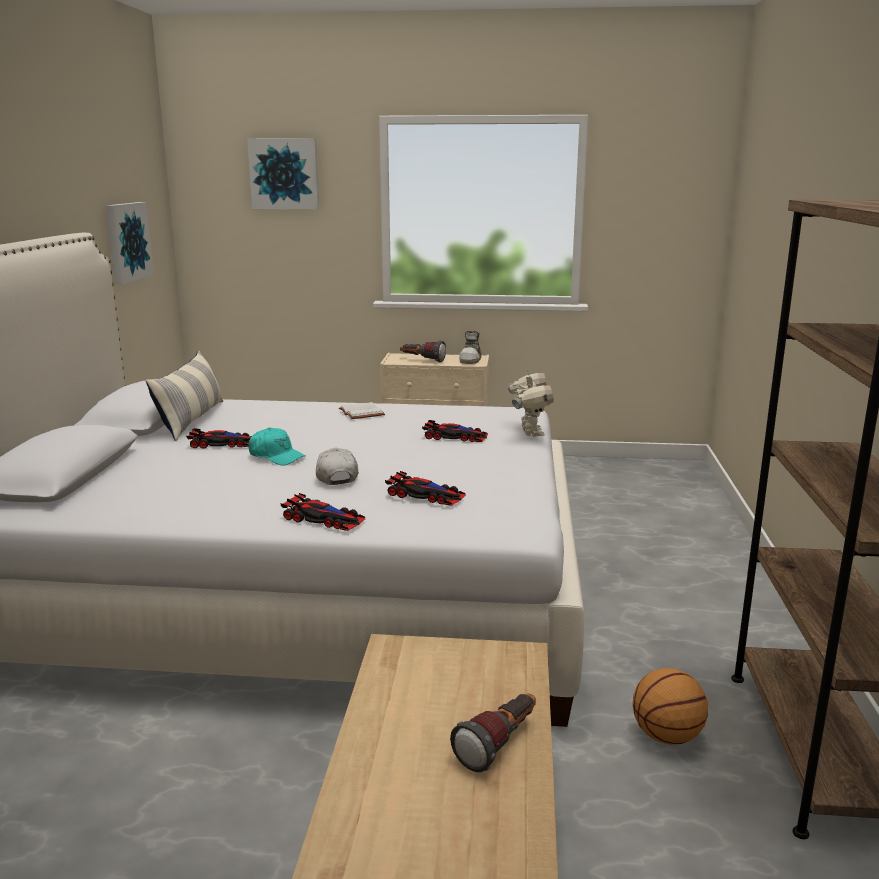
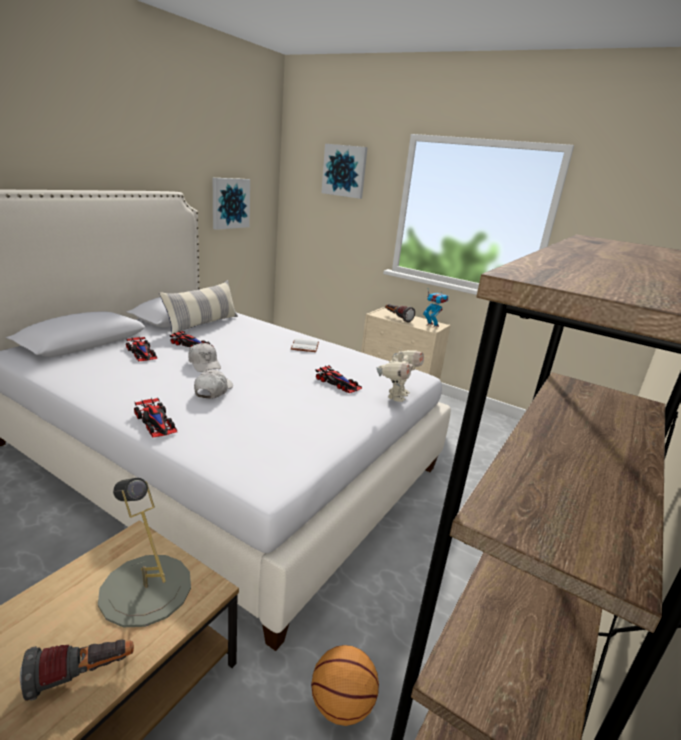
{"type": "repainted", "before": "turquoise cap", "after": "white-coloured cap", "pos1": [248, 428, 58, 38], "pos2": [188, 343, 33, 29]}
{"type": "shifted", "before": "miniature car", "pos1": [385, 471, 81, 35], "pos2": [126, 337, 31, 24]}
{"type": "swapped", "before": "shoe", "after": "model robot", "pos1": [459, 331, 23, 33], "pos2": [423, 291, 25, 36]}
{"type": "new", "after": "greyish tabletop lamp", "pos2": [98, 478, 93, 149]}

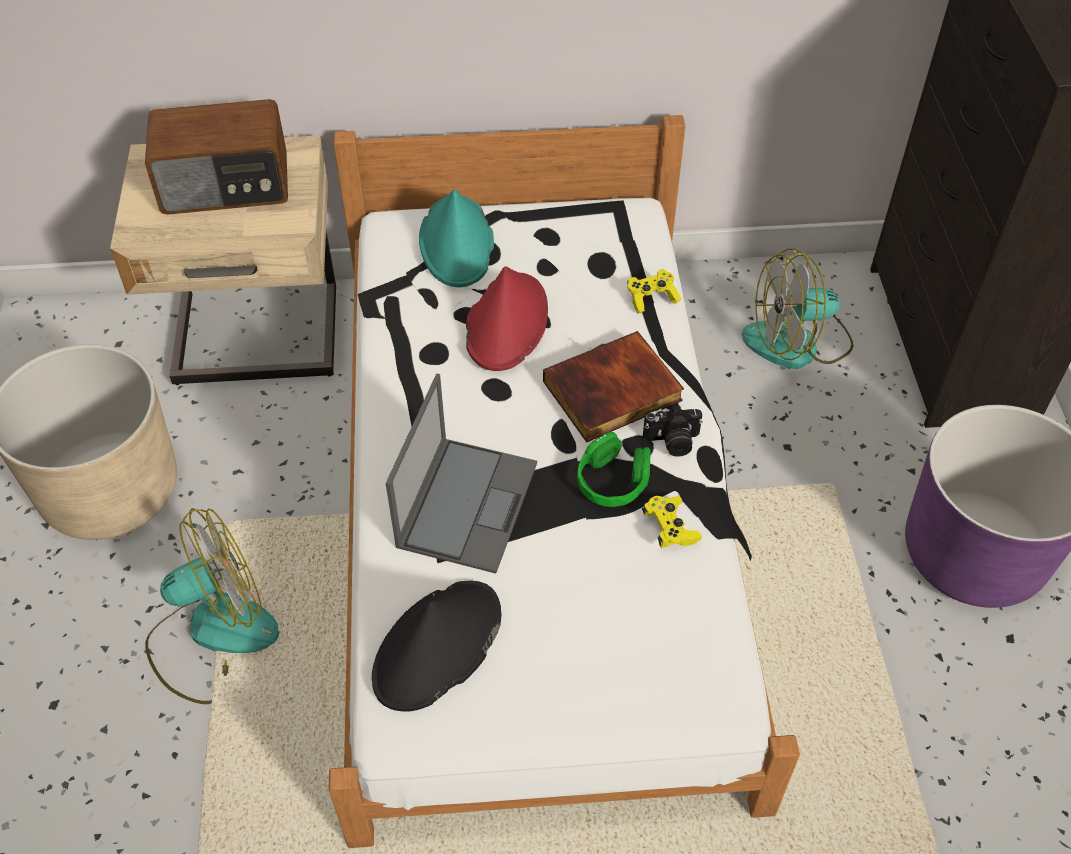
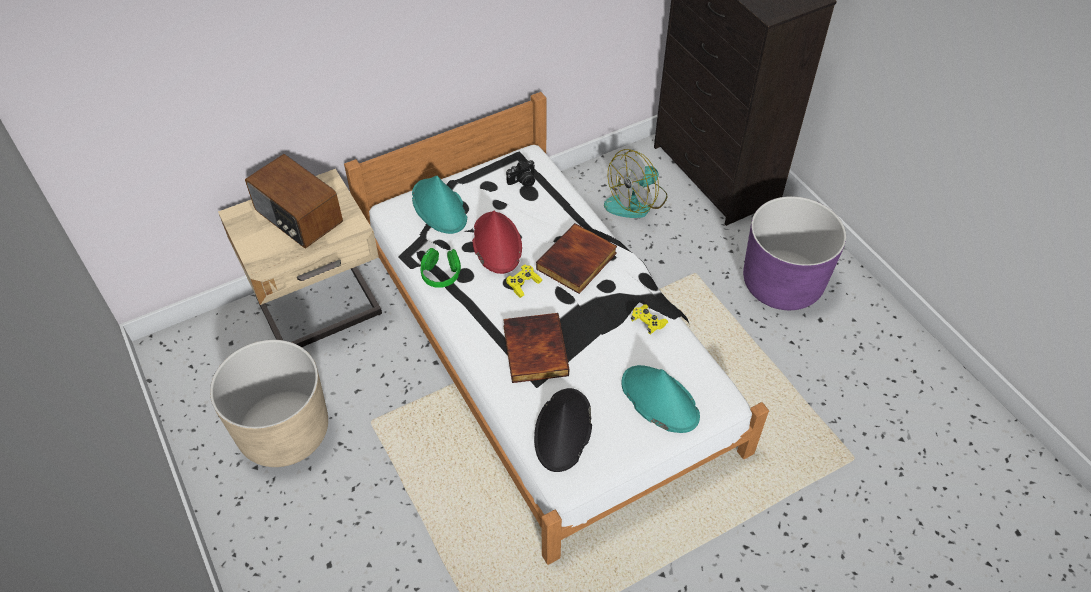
{"type": "rotated", "before": "radio set", "pos1": [145, 99, 143, 116], "pos2": [245, 154, 98, 95], "turn": 75}
{"type": "gone", "before": "fan", "pos1": [145, 508, 134, 196]}
{"type": "swapped", "before": "portable computer", "after": "volume", "pos1": [386, 373, 151, 201], "pos2": [503, 313, 66, 70]}
{"type": "shifted", "before": "green-coloured headset", "pos1": [577, 432, 74, 75], "pos2": [420, 248, 41, 40]}
{"type": "shifted", "before": "yellow-coloured gamepad", "pos1": [627, 269, 54, 45], "pos2": [506, 265, 36, 33]}
{"type": "shifted", "before": "still camera", "pos1": [643, 406, 60, 51], "pos2": [506, 160, 29, 28]}
{"type": "new", "after": "turquoise wearable hat", "pos2": [621, 365, 79, 68]}

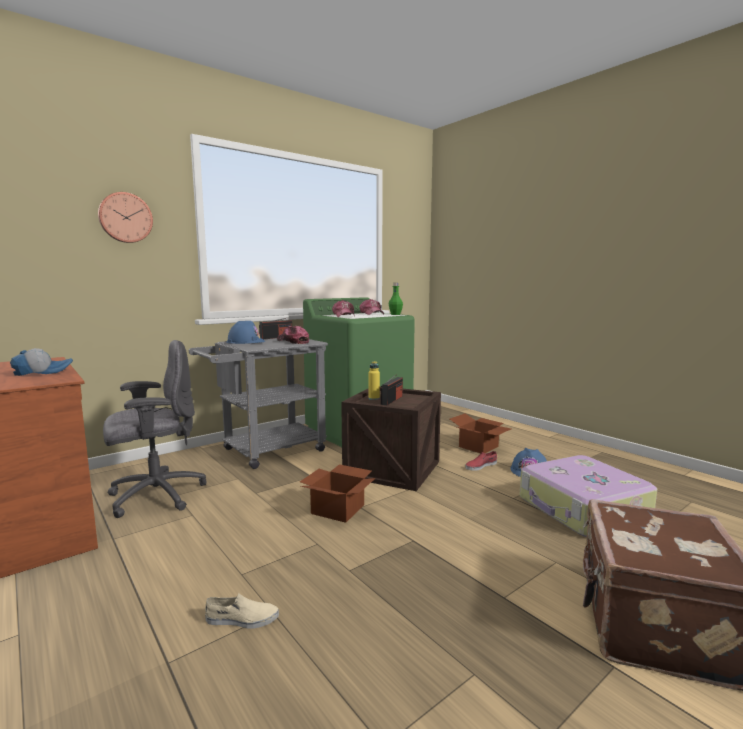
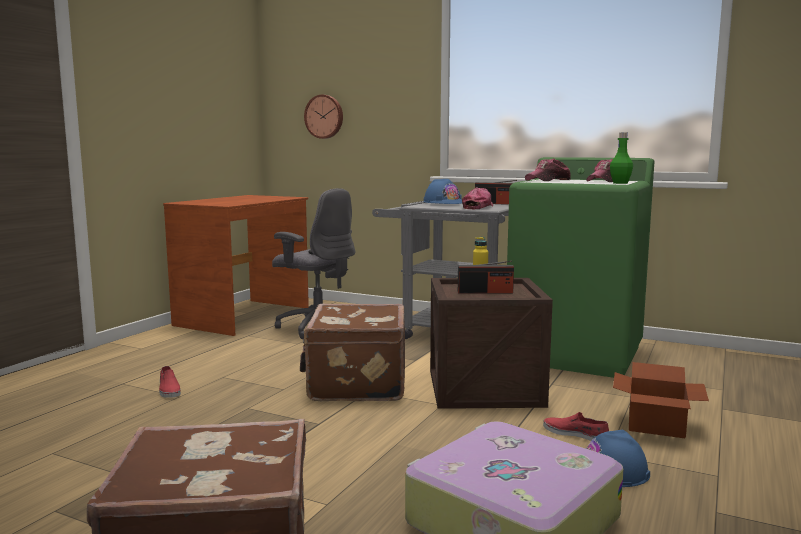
{"type": "gone", "before": "cap", "pos1": [10, 348, 63, 28]}
{"type": "shifted", "before": "clock on the wall", "pos1": [98, 192, 55, 51], "pos2": [304, 95, 39, 44]}
{"type": "repainted", "before": "sand-coloured shoe", "after": "red shoe", "pos1": [205, 593, 74, 36], "pos2": [159, 366, 22, 32]}
{"type": "swapped", "before": "carton", "after": "brown travel case", "pos1": [300, 464, 75, 59], "pos2": [300, 304, 105, 97]}

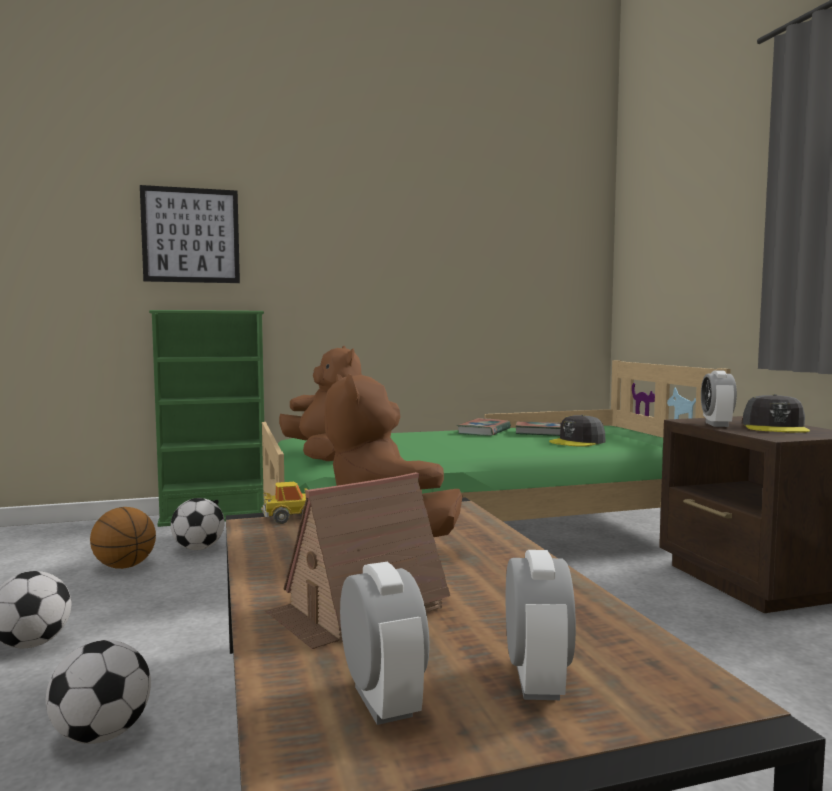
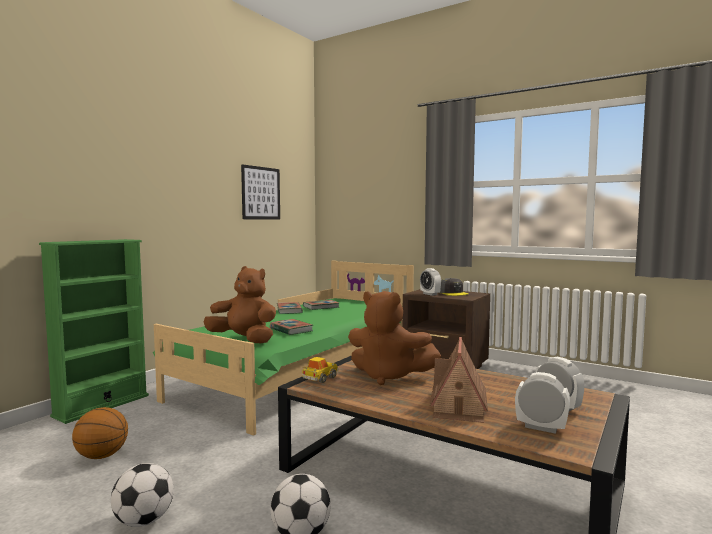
{"type": "shifted", "before": "wall picture", "pos1": [140, 185, 100, 98], "pos2": [241, 164, 39, 55]}
{"type": "gone", "before": "ball for football", "pos1": [171, 498, 53, 52]}
{"type": "gone", "before": "greyish cap", "pos1": [549, 415, 57, 32]}
{"type": "new", "after": "volume", "pos2": [270, 319, 43, 16]}

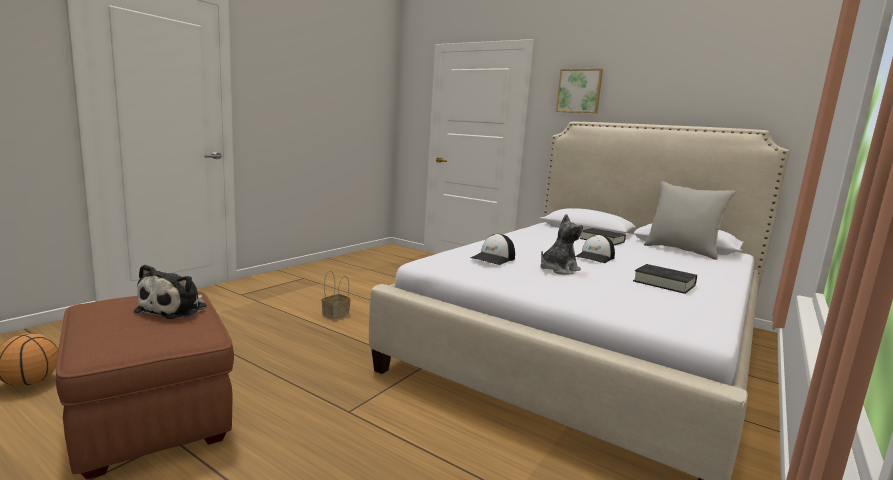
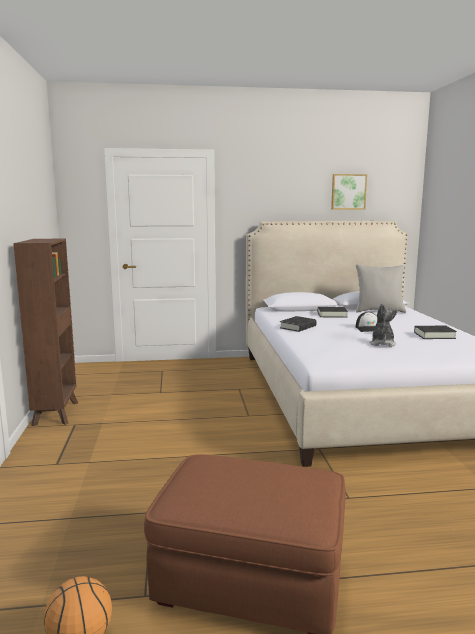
{"type": "gone", "before": "cuddly toy", "pos1": [133, 264, 74, 55]}
{"type": "gone", "before": "storage basket", "pos1": [322, 271, 29, 49]}
{"type": "gone", "before": "cap", "pos1": [471, 234, 44, 31]}
{"type": "shifted", "before": "wall picture", "pos1": [556, 69, 47, 44], "pos2": [331, 174, 36, 35]}
{"type": "new", "after": "brown bookcase", "pos2": [13, 239, 65, 187]}
{"type": "new", "after": "blackish volume", "pos2": [280, 316, 36, 16]}

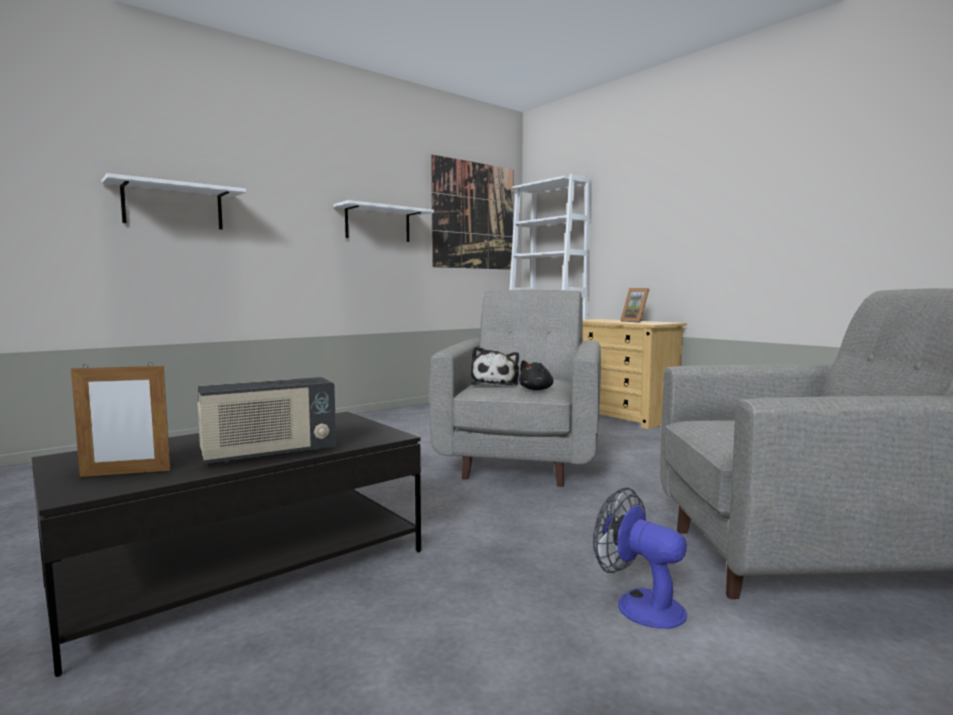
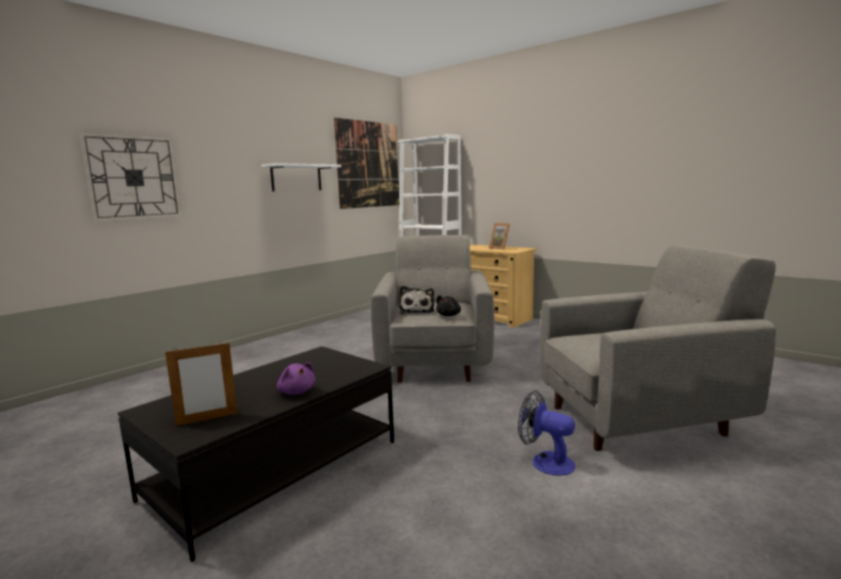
{"type": "swapped", "before": "white-coloured wall shelf", "after": "clock on the wall", "pos1": [101, 173, 145, 56], "pos2": [79, 133, 103, 89]}
{"type": "swapped", "before": "radio set", "after": "purple-coloured cuddly toy", "pos1": [197, 377, 139, 87], "pos2": [277, 362, 39, 33]}

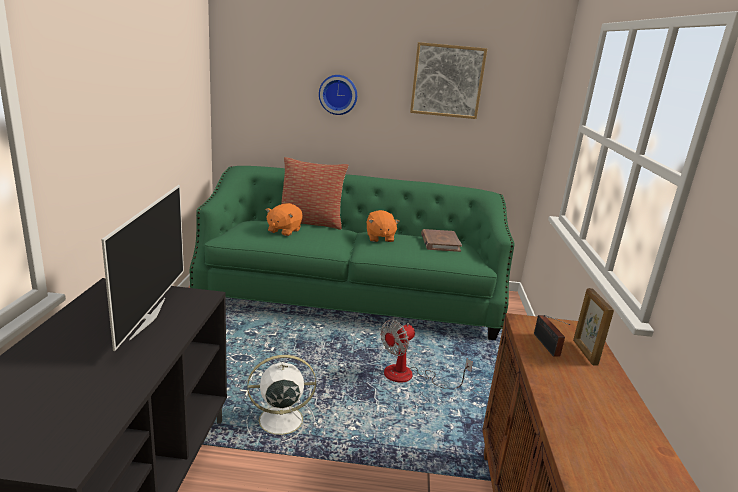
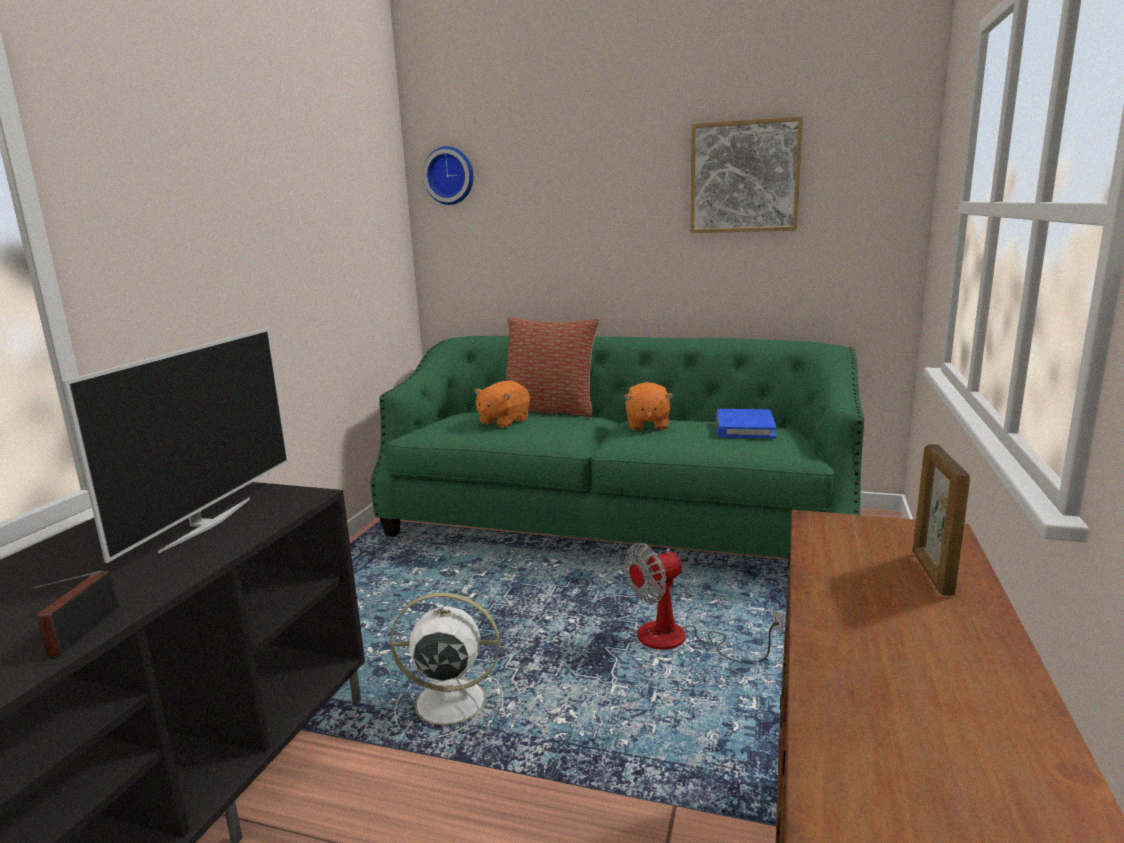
{"type": "shifted", "before": "clock on the wall", "pos1": [319, 75, 38, 40], "pos2": [423, 146, 51, 59]}
{"type": "repainted", "before": "brown volume", "after": "blue-coloured volume", "pos1": [421, 229, 41, 23], "pos2": [715, 409, 62, 30]}
{"type": "shifted", "before": "radio set", "pos1": [534, 315, 36, 42], "pos2": [29, 571, 90, 85]}

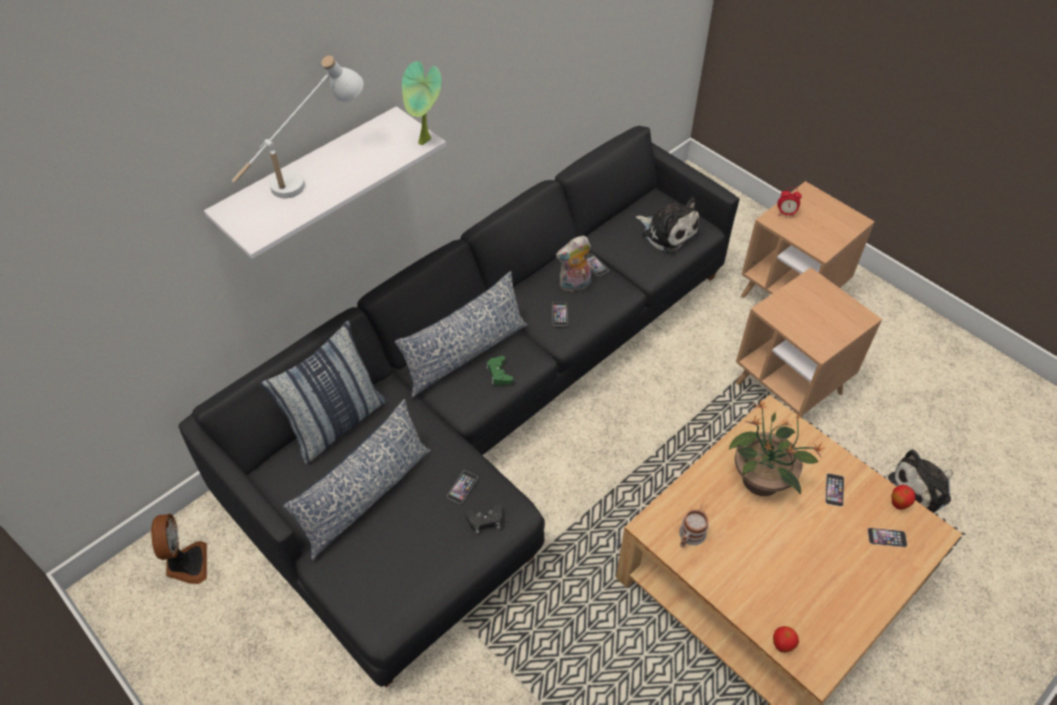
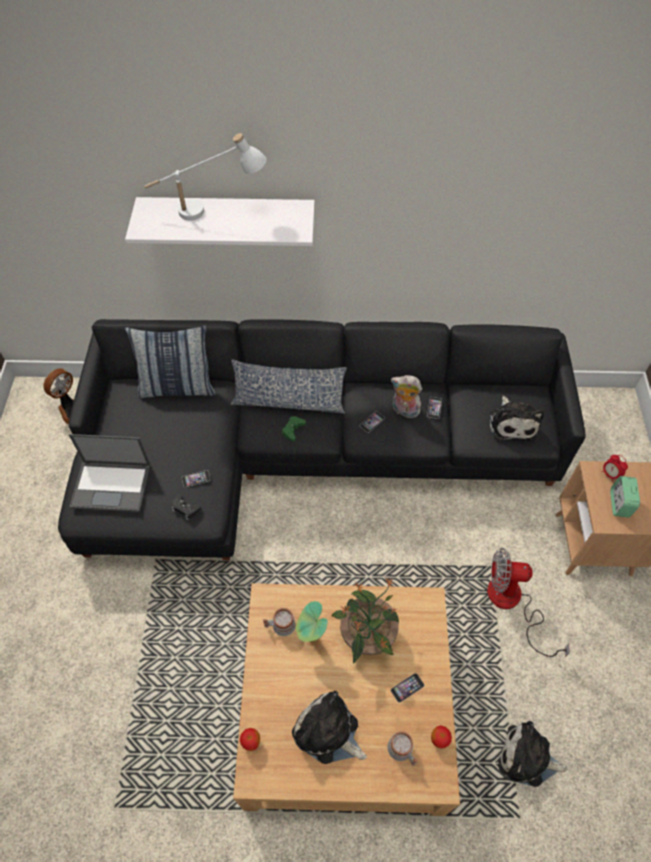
{"type": "gone", "before": "pillow", "pos1": [283, 399, 148, 161]}
{"type": "shifted", "before": "plant in a pot", "pos1": [402, 61, 40, 84], "pos2": [296, 601, 32, 41]}
{"type": "swapped", "before": "brown side table", "after": "fan", "pos1": [736, 268, 146, 148], "pos2": [487, 548, 83, 109]}
{"type": "swapped", "before": "telephone", "after": "mug", "pos1": [868, 528, 39, 19], "pos2": [388, 731, 30, 35]}
{"type": "new", "after": "portable computer", "pos2": [69, 434, 82, 78]}
{"type": "new", "after": "cuddly toy", "pos2": [292, 691, 75, 73]}
{"type": "new", "after": "table clock", "pos2": [610, 476, 30, 41]}

